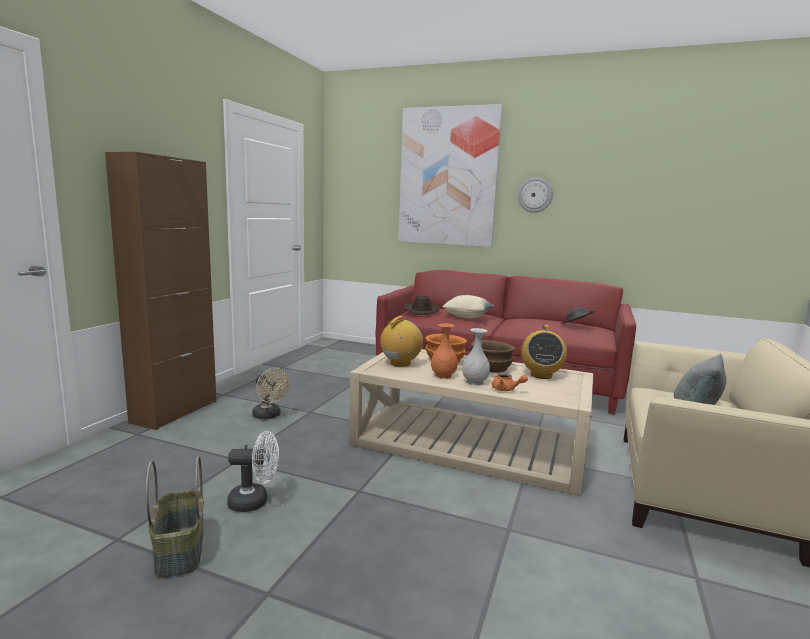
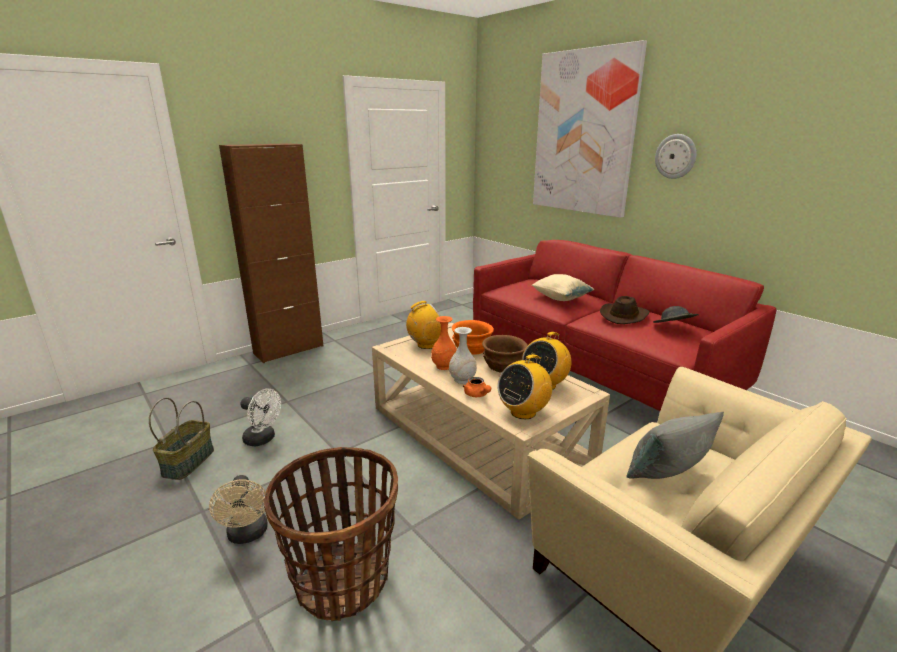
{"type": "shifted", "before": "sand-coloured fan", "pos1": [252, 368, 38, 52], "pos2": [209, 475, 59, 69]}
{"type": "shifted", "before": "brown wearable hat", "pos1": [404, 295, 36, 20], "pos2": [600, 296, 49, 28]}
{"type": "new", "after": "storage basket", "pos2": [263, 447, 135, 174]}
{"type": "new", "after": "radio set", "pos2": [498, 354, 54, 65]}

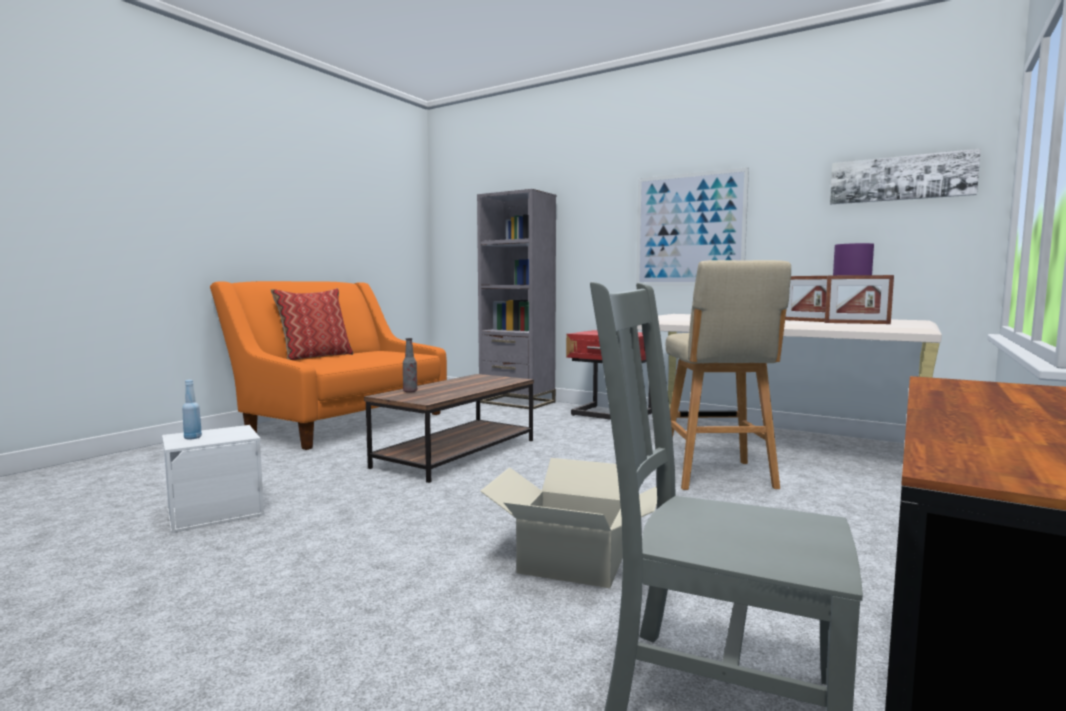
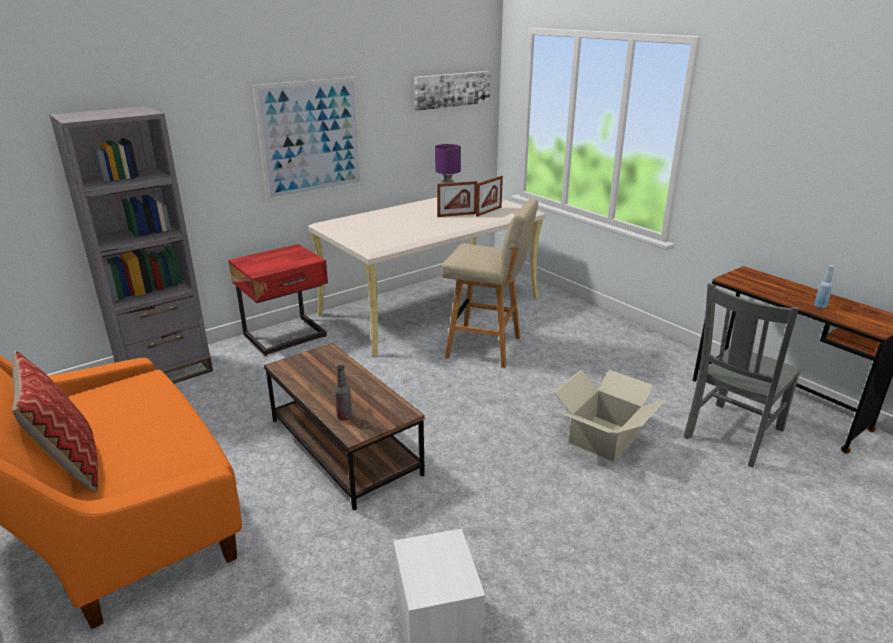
{"type": "shifted", "before": "blue-coloured bottle", "pos1": [182, 380, 20, 60], "pos2": [814, 265, 20, 43]}

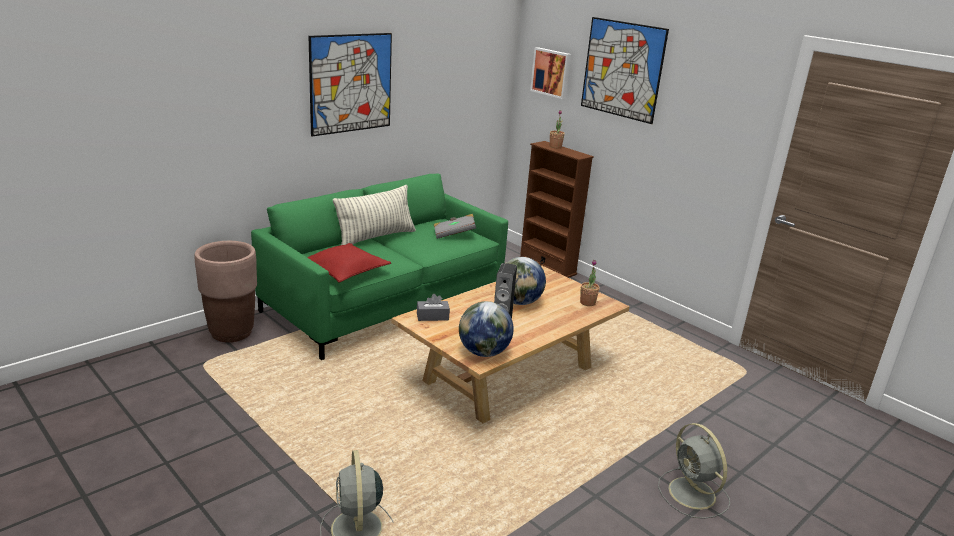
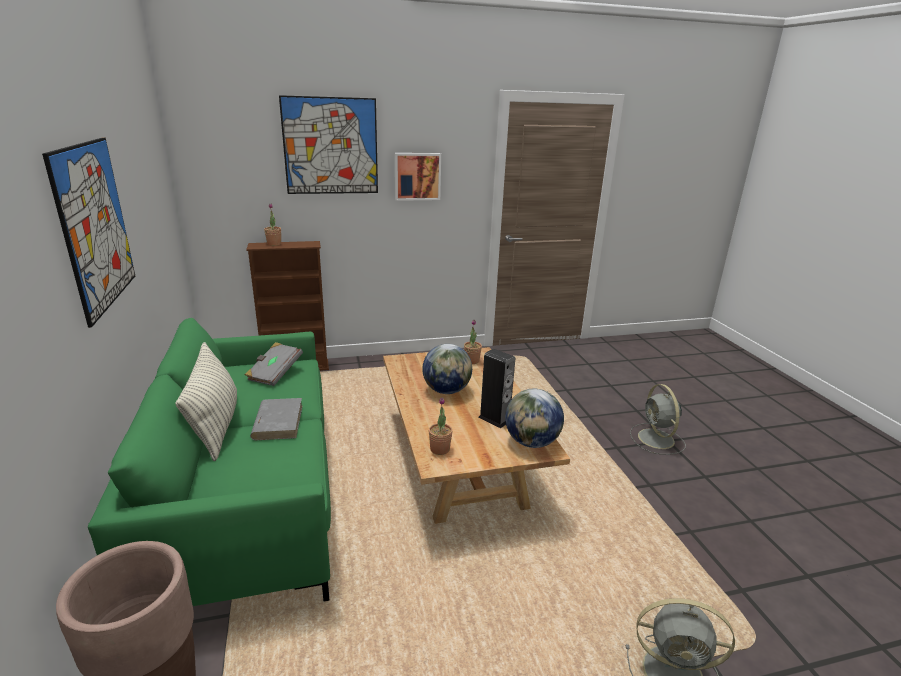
{"type": "gone", "before": "red pillow", "pos1": [307, 243, 84, 40]}
{"type": "swapped", "before": "greyish tissue box", "after": "plant in a pot", "pos1": [417, 294, 33, 27], "pos2": [429, 397, 24, 58]}
{"type": "shifted", "before": "wall picture", "pos1": [530, 47, 41, 52], "pos2": [395, 153, 46, 48]}
{"type": "rotated", "before": "greyish fan", "pos1": [658, 423, 72, 96], "pos2": [630, 384, 56, 71], "turn": 75}
{"type": "new", "after": "greyish volume", "pos2": [250, 398, 53, 42]}

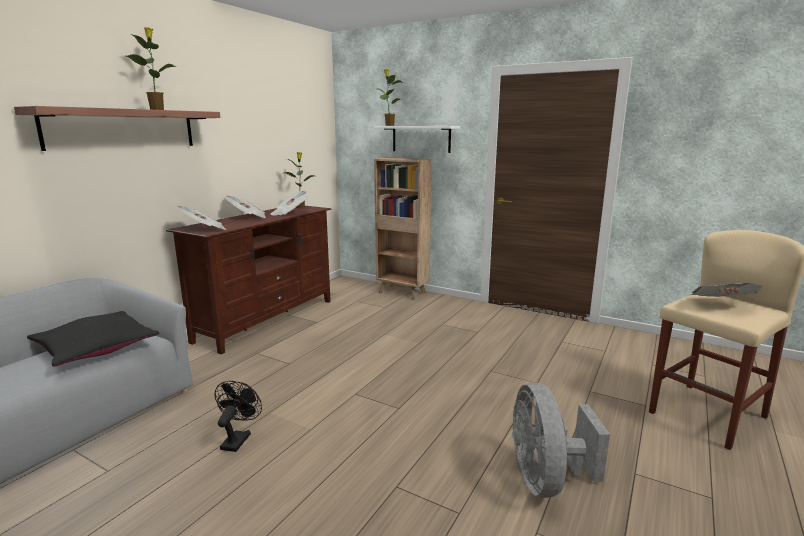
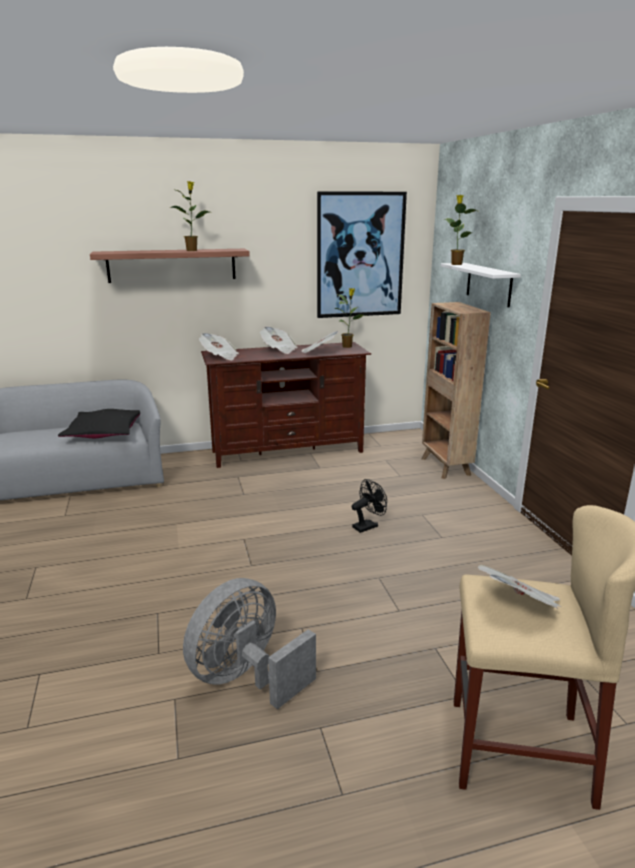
{"type": "shifted", "before": "blackish fan", "pos1": [214, 381, 48, 71], "pos2": [352, 479, 35, 54]}
{"type": "new", "after": "wall picture", "pos2": [317, 191, 90, 127]}

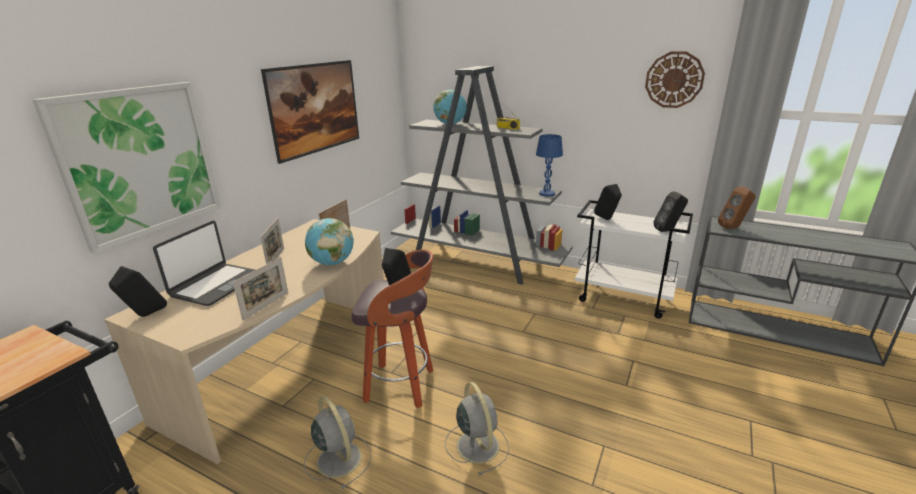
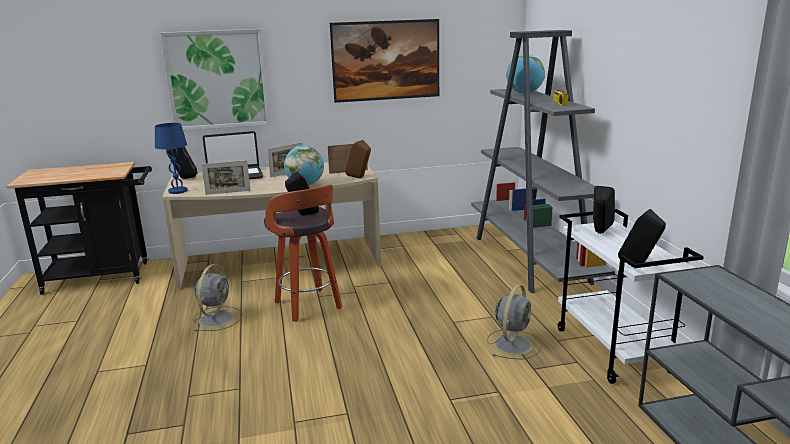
{"type": "shifted", "before": "greyish fan", "pos1": [445, 382, 64, 93], "pos2": [487, 284, 54, 76]}
{"type": "shifted", "before": "blue-coloured tabletop lamp", "pos1": [536, 134, 27, 62], "pos2": [155, 123, 33, 71]}
{"type": "gone", "before": "clock on the wall", "pos1": [645, 52, 60, 56]}
{"type": "shifted", "before": "brown audio speaker", "pos1": [718, 186, 38, 43], "pos2": [345, 140, 26, 38]}

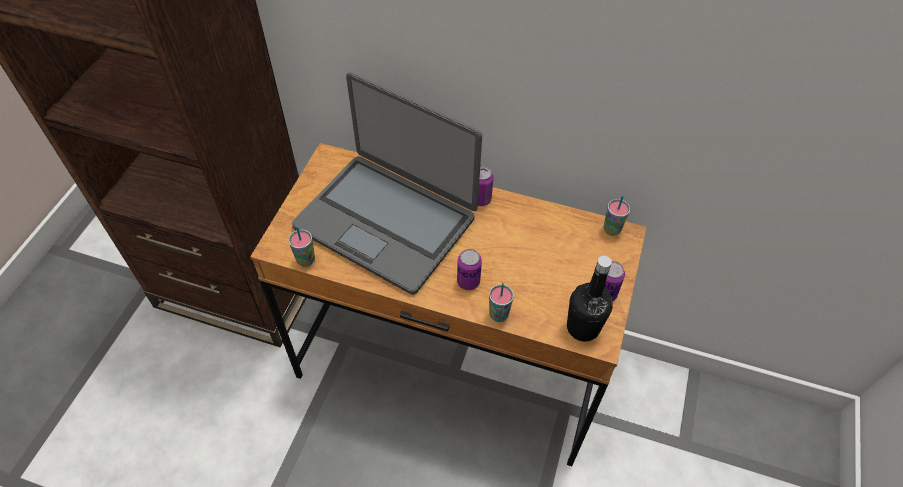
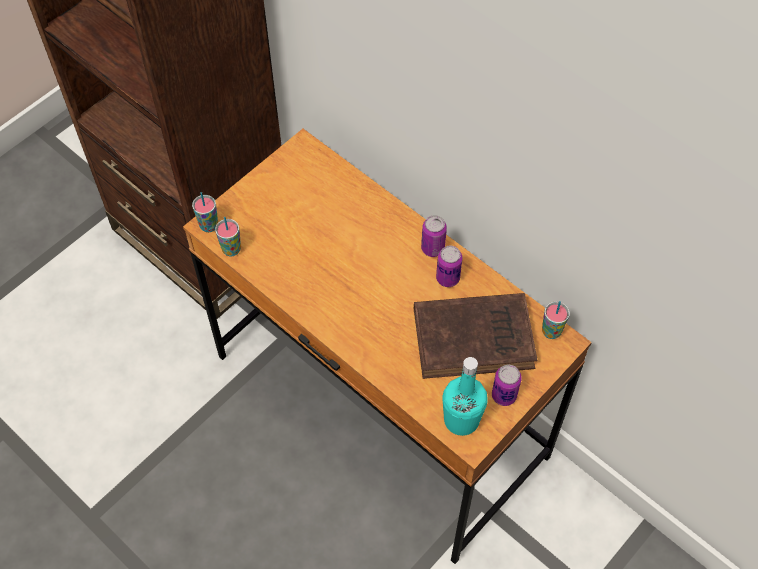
{"type": "gone", "before": "portable computer", "pos1": [292, 72, 190, 223]}
{"type": "shifted", "before": "can", "pos1": [457, 249, 25, 41], "pos2": [436, 246, 27, 41]}
{"type": "shifted", "before": "cup", "pos1": [489, 283, 25, 39], "pos2": [192, 192, 26, 40]}
{"type": "repainted", "before": "blackish bottle", "after": "turquoise bottle", "pos1": [567, 256, 46, 85], "pos2": [443, 357, 45, 79]}
{"type": "new", "after": "brown volume", "pos2": [414, 293, 123, 86]}

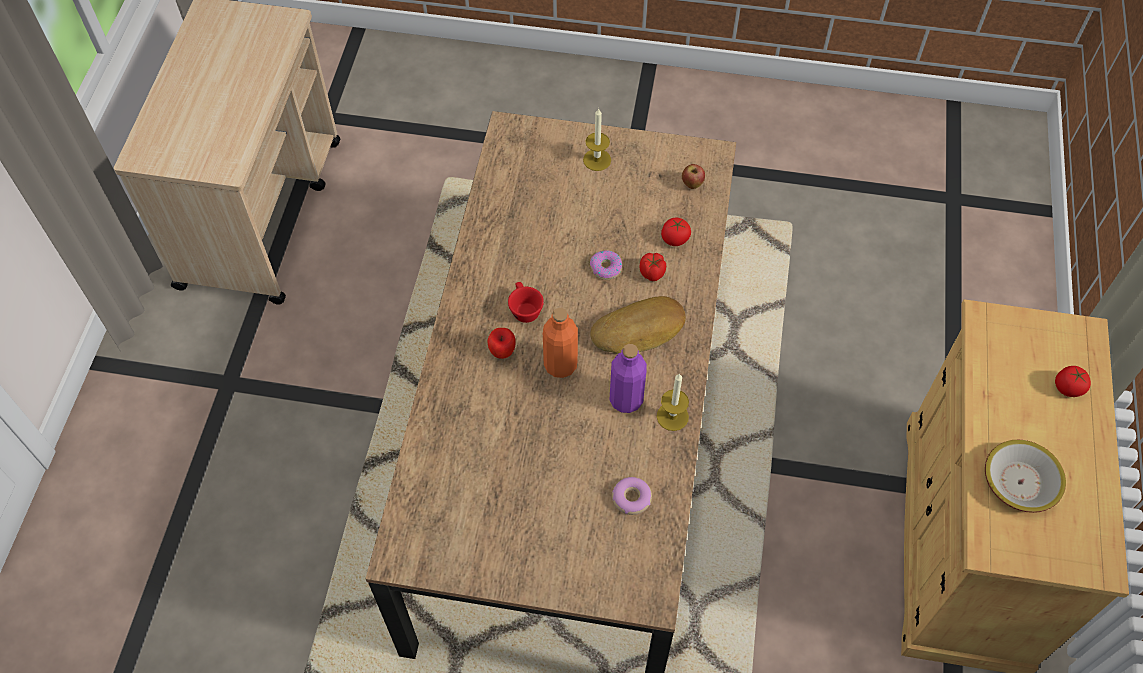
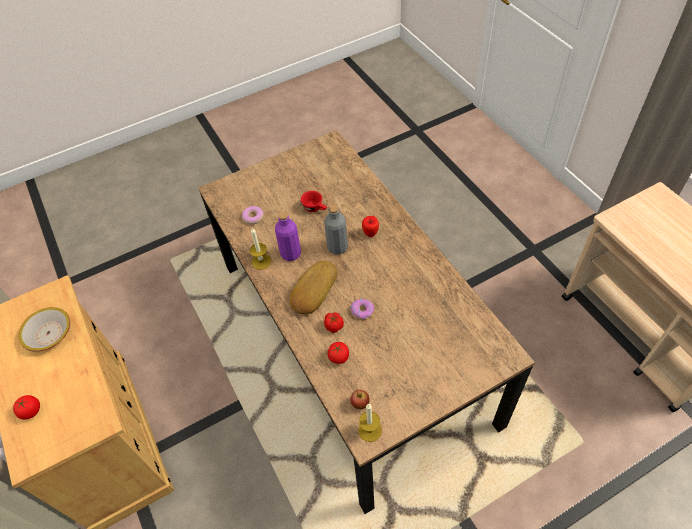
{"type": "shifted", "before": "red cup", "pos1": [508, 282, 36, 41], "pos2": [301, 191, 26, 21]}
{"type": "repainted", "before": "orange-coloured bottle", "after": "greyish bottle", "pos1": [543, 308, 35, 70], "pos2": [324, 205, 24, 50]}
{"type": "shifted", "before": "wax candle", "pos1": [583, 108, 28, 63], "pos2": [358, 404, 24, 38]}

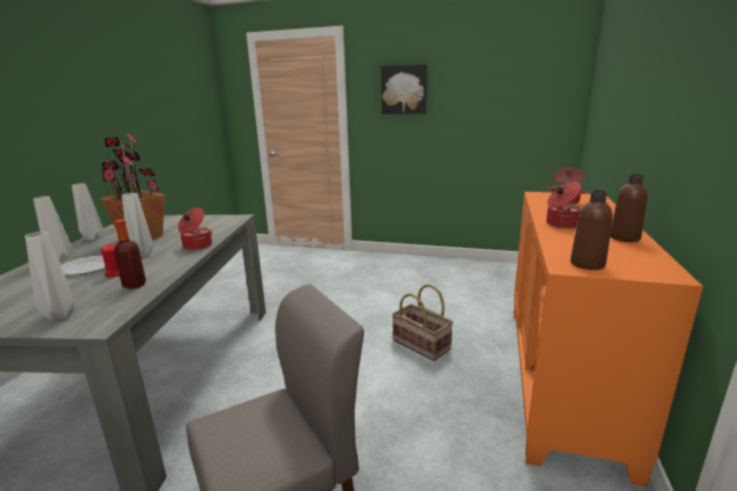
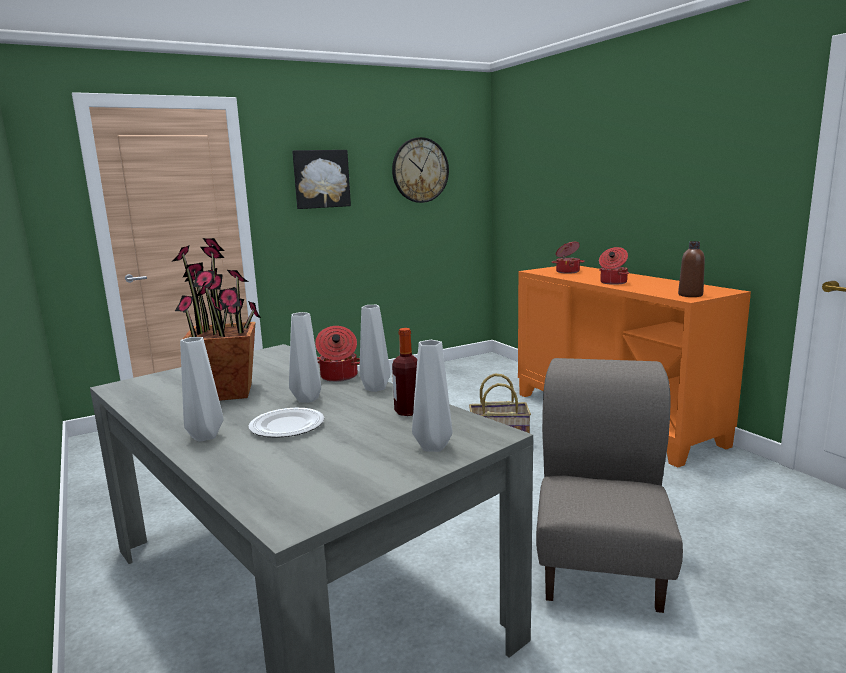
{"type": "shifted", "before": "greyish flower vase", "pos1": [72, 183, 31, 58], "pos2": [359, 305, 31, 87]}
{"type": "gone", "before": "red wax candle", "pos1": [101, 244, 18, 33]}
{"type": "gone", "before": "brown bottle", "pos1": [610, 174, 38, 68]}
{"type": "new", "after": "clock on the wall", "pos2": [392, 137, 57, 66]}

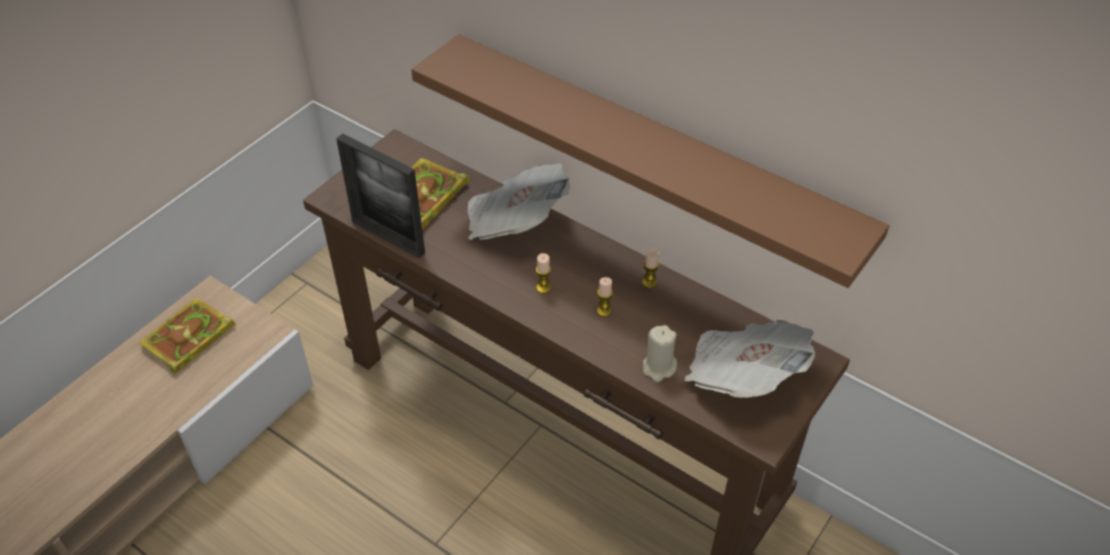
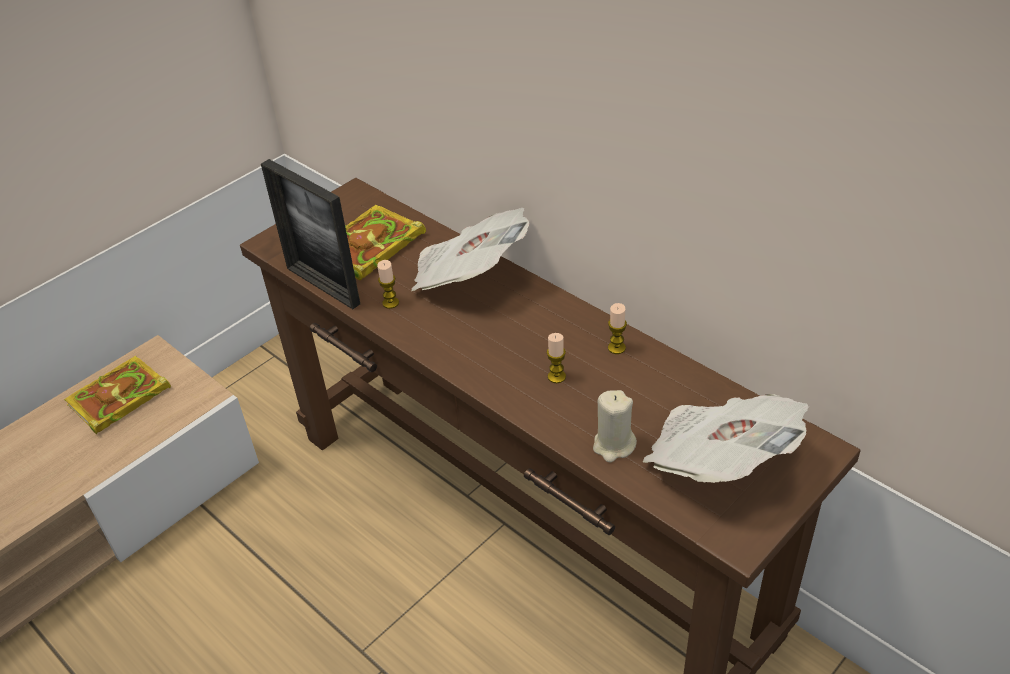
{"type": "gone", "before": "brown wall shelf", "pos1": [411, 34, 478, 254]}
{"type": "shifted", "before": "wax candle", "pos1": [536, 253, 15, 41], "pos2": [377, 260, 22, 49]}

